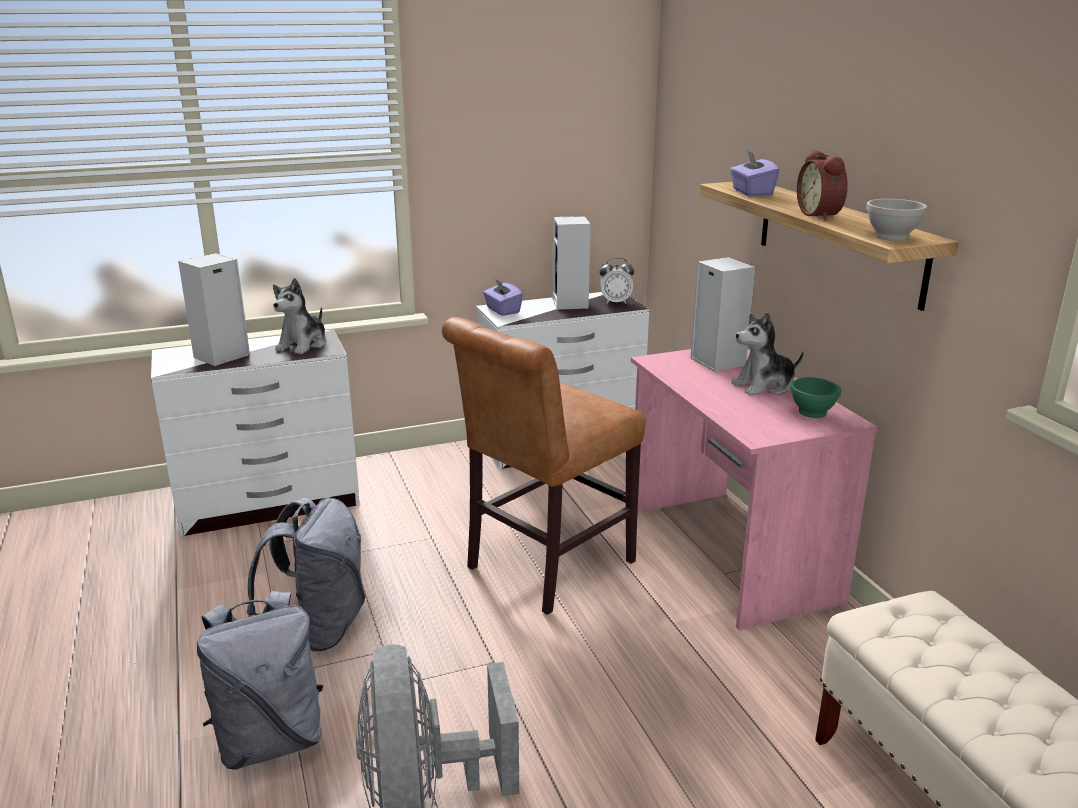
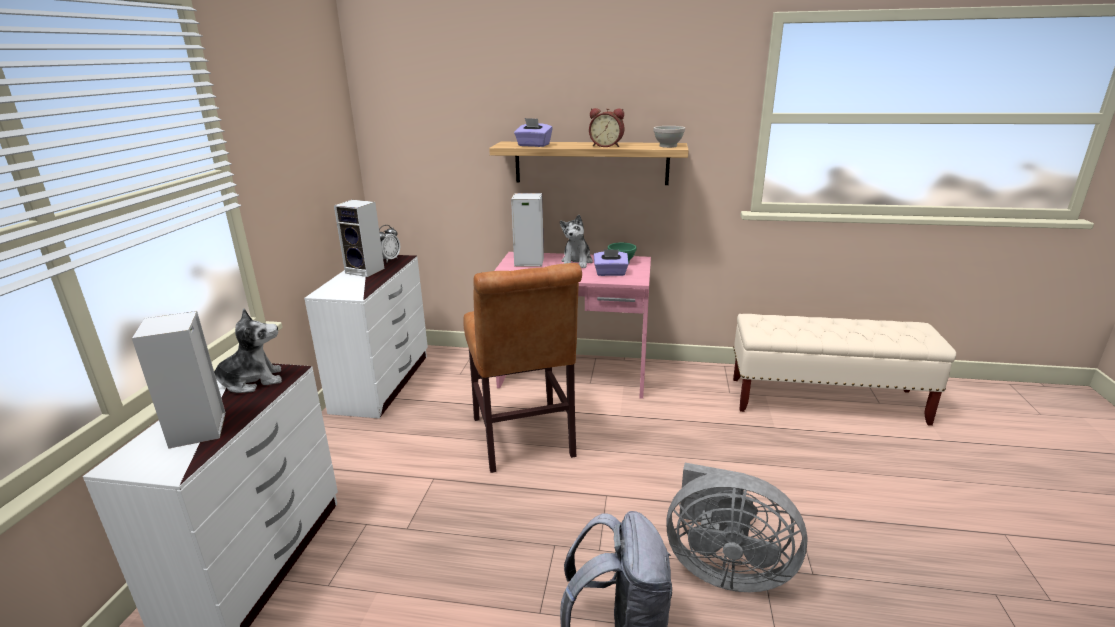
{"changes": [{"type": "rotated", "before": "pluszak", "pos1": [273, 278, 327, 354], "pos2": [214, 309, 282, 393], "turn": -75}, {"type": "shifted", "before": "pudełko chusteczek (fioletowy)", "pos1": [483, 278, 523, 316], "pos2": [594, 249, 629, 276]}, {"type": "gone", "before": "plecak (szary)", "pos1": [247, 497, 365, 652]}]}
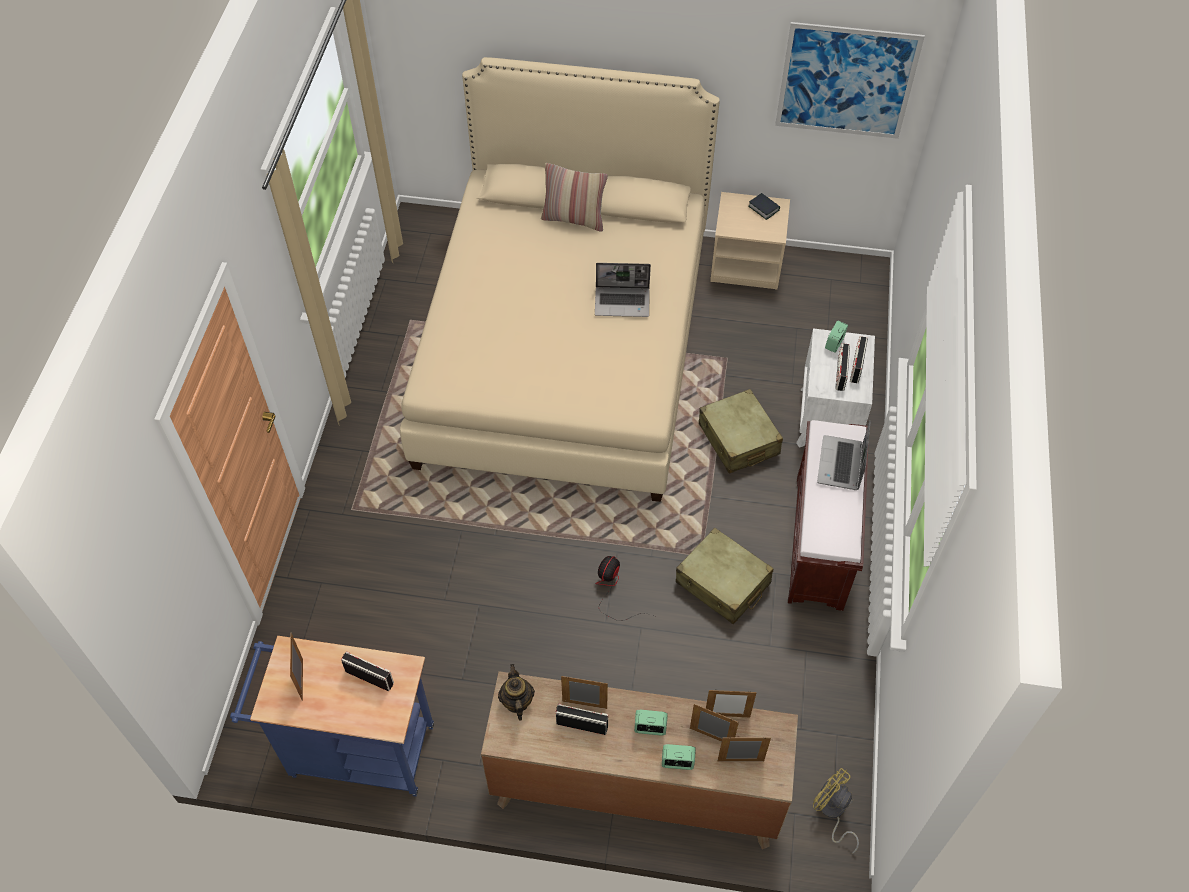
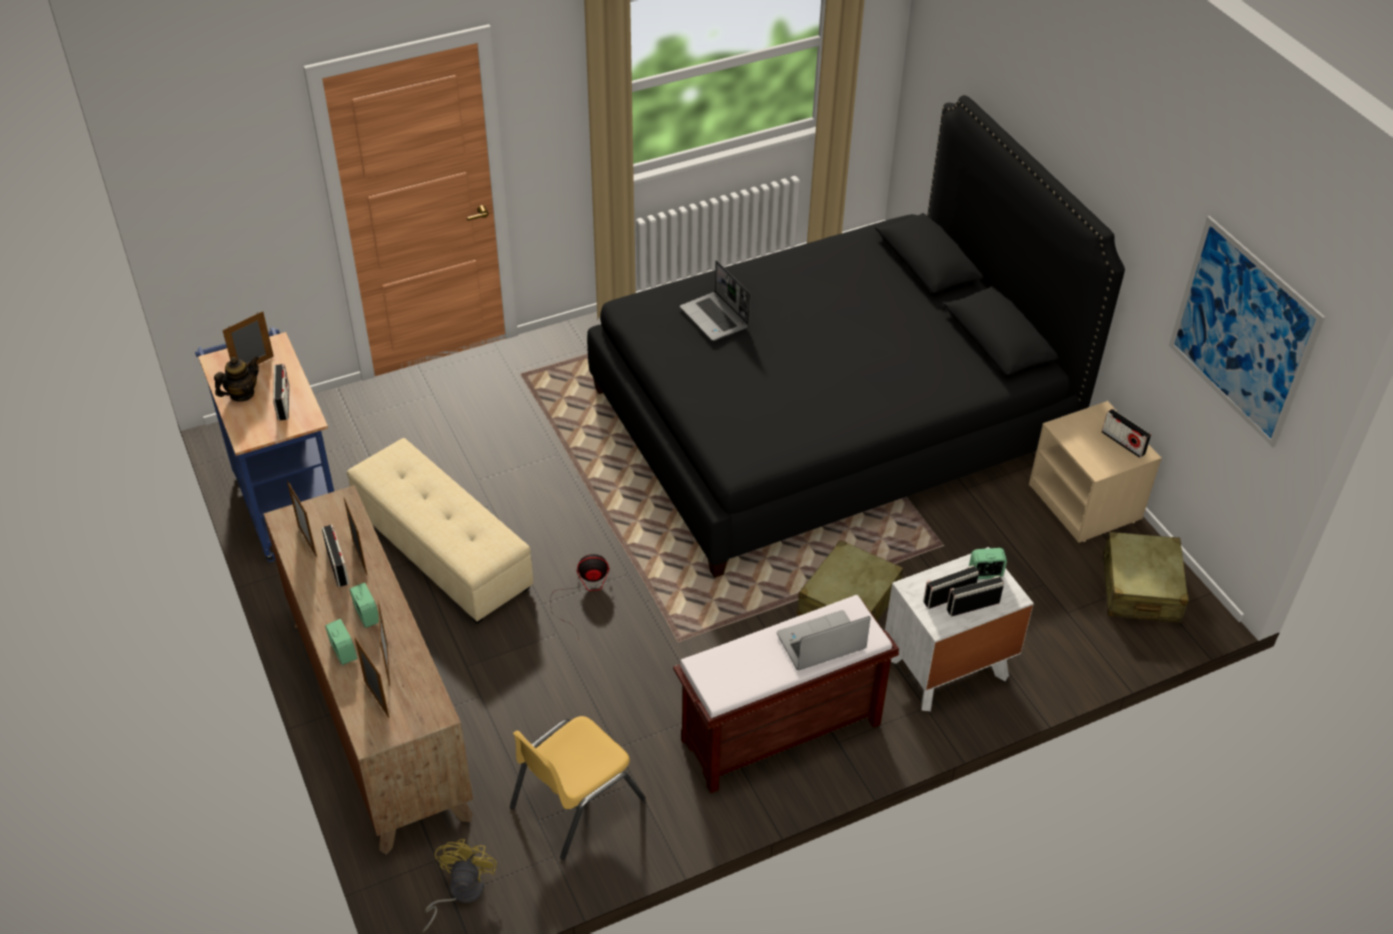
{"changes": [{"type": "shifted", "before": "imbryk", "pos1": [498, 664, 535, 721], "pos2": [214, 356, 259, 402]}, {"type": "shifted", "before": "ramka na zdjęcie", "pos1": [706, 690, 757, 717], "pos2": [287, 481, 317, 557]}, {"type": "new", "after": "pufa (beżowy)", "pos2": [347, 438, 533, 624]}, {"type": "new", "after": "krzesło (żółty)", "pos2": [510, 716, 646, 860]}, {"type": "repainted", "before": "łóżko (beżowy)", "after": "łóżko (czarny)", "pos1": [400, 57, 720, 502], "pos2": [587, 95, 1125, 578]}, {"type": "shifted", "before": "laptop", "pos1": [595, 263, 651, 317], "pos2": [680, 260, 750, 341]}, {"type": "swapped", "before": "książka", "after": "radio", "pos1": [748, 193, 780, 220], "pos2": [1102, 409, 1151, 458]}, {"type": "shifted", "before": "walizka (beżowy)", "pos1": [676, 528, 773, 624], "pos2": [1103, 532, 1189, 623]}, {"type": "gone", "before": "poduszka", "pos1": [541, 163, 608, 232]}]}
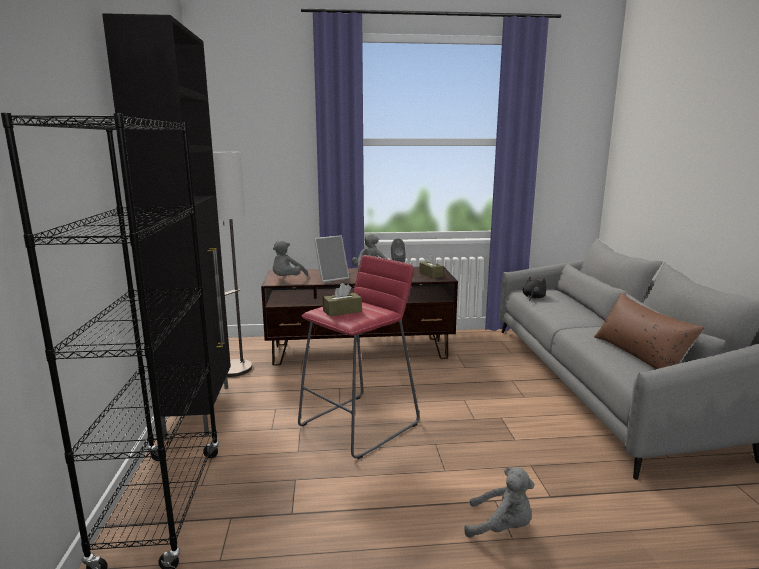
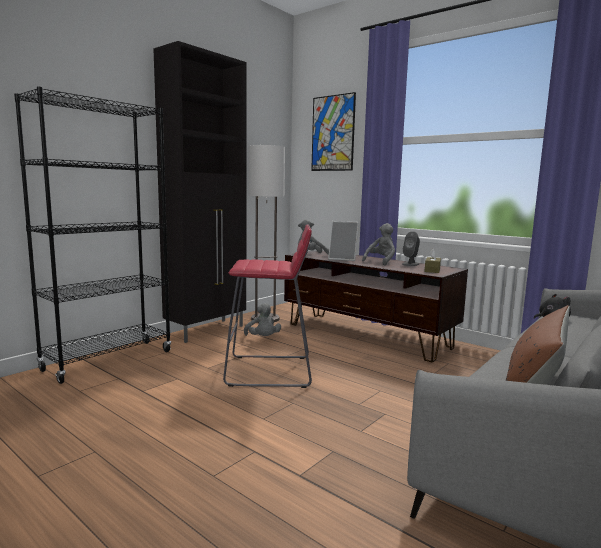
{"changes": [{"type": "shifted", "before": "pluszak (szary)", "pos1": [464, 467, 535, 538], "pos2": [244, 303, 281, 336]}, {"type": "new", "after": "obraz", "pos2": [311, 92, 356, 171]}, {"type": "gone", "before": "pudełko chusteczek (brązowy)", "pos1": [323, 283, 362, 316]}]}
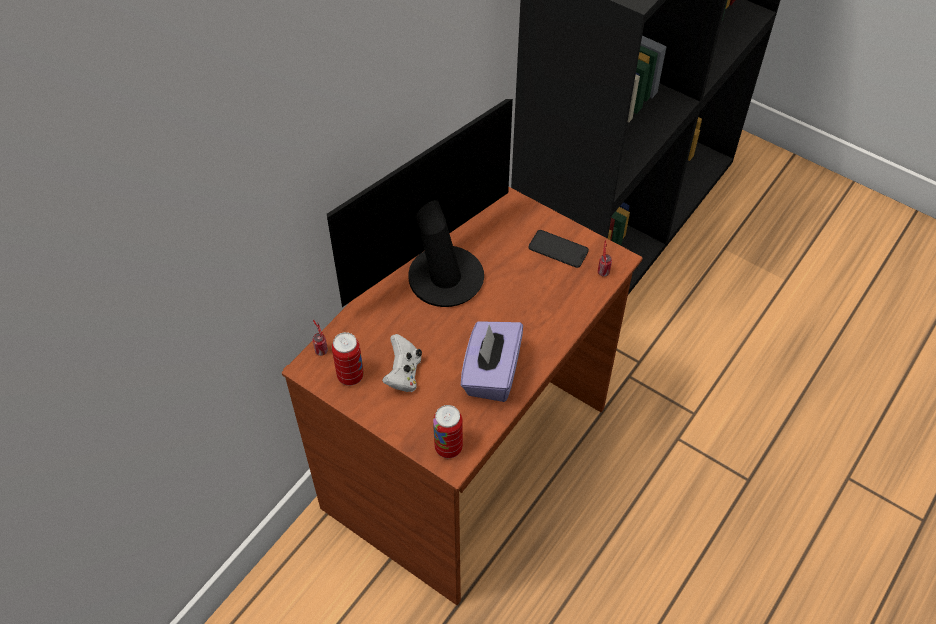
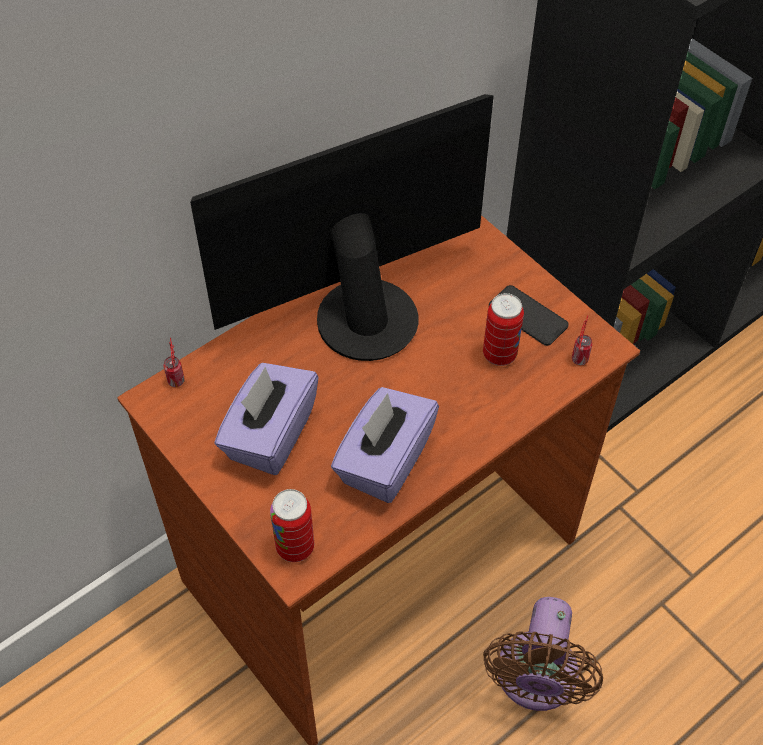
{"changes": [{"type": "swapped", "before": "pad do gier (biały)", "after": "pudełko chusteczek (fioletowy)", "pos1": [382, 334, 422, 392], "pos2": [215, 363, 319, 475]}, {"type": "shifted", "before": "puszka", "pos1": [332, 332, 364, 386], "pos2": [483, 293, 524, 366]}, {"type": "new", "after": "wentylator (brązowy)", "pos2": [483, 597, 603, 711]}]}
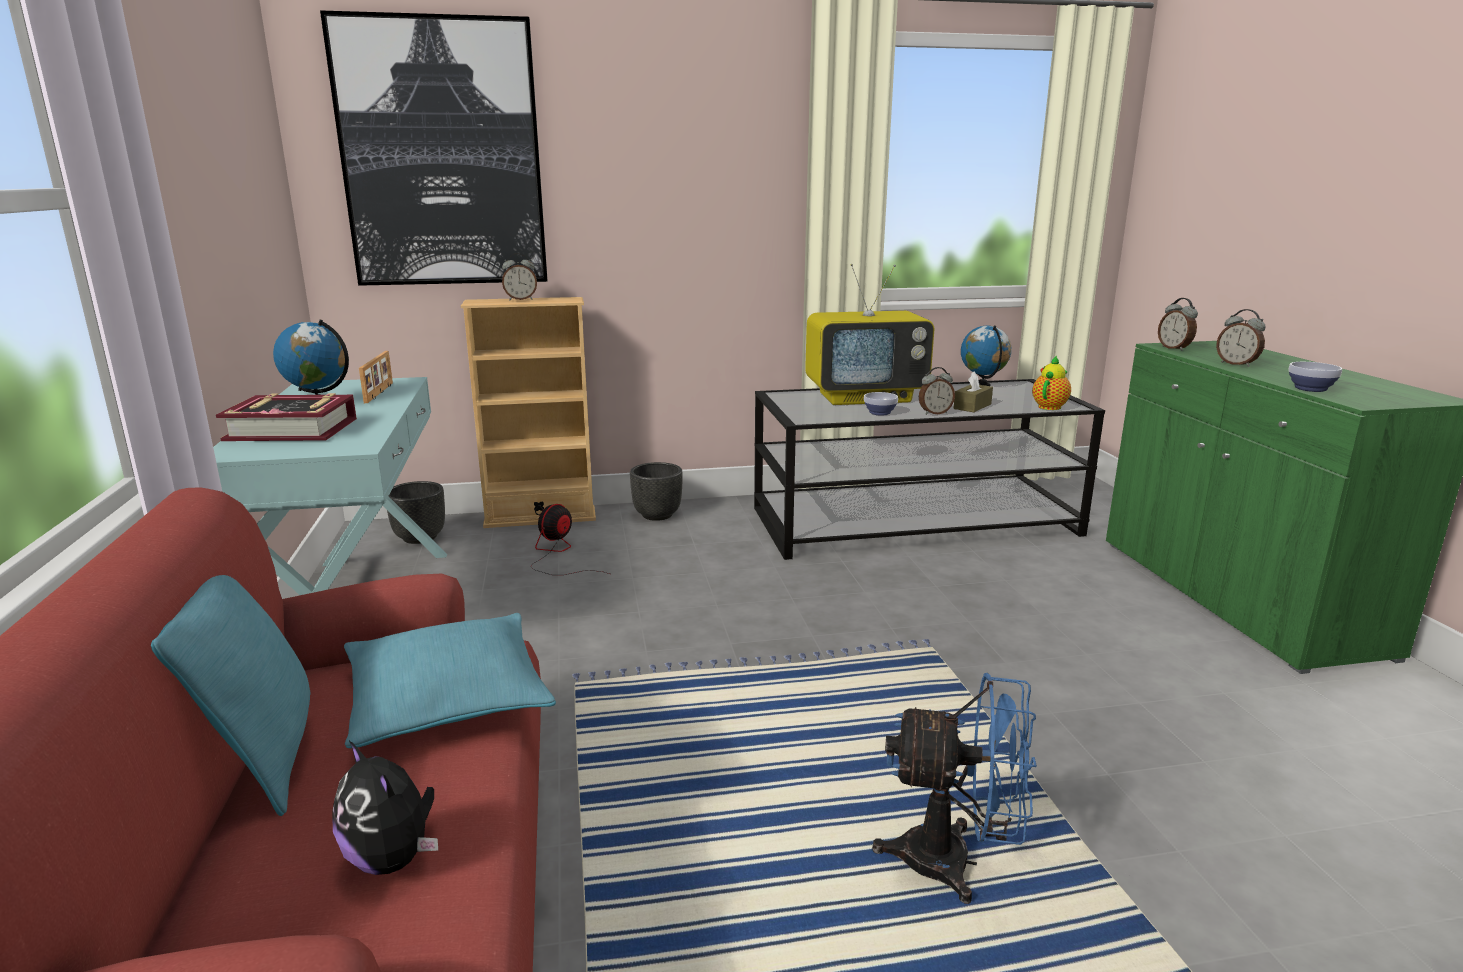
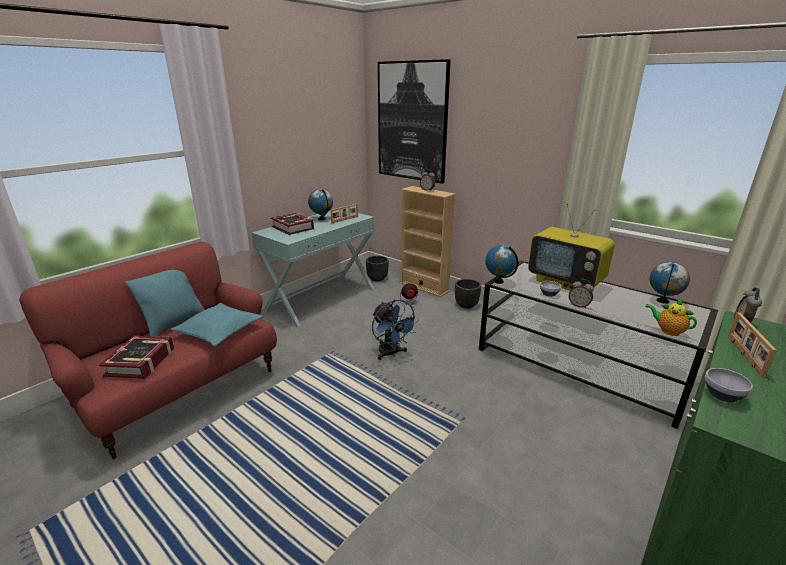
{"changes": [{"type": "swapped", "before": "pluszak", "after": "książka", "pos1": [332, 741, 438, 875], "pos2": [99, 335, 174, 379]}, {"type": "shifted", "before": "wentylator (niebieski)", "pos1": [872, 673, 1037, 904], "pos2": [372, 300, 419, 360]}, {"type": "new", "after": "globus", "pos2": [485, 245, 518, 284]}, {"type": "rotated", "before": "imbryk", "pos1": [1032, 356, 1071, 410], "pos2": [645, 299, 697, 336], "turn": -135}, {"type": "swapped", "before": "budzik", "after": "ramka na zdjęcie", "pos1": [1216, 309, 1266, 367], "pos2": [728, 312, 777, 377]}, {"type": "gone", "before": "pudełko chusteczek (brązowy)", "pos1": [953, 371, 993, 412]}]}
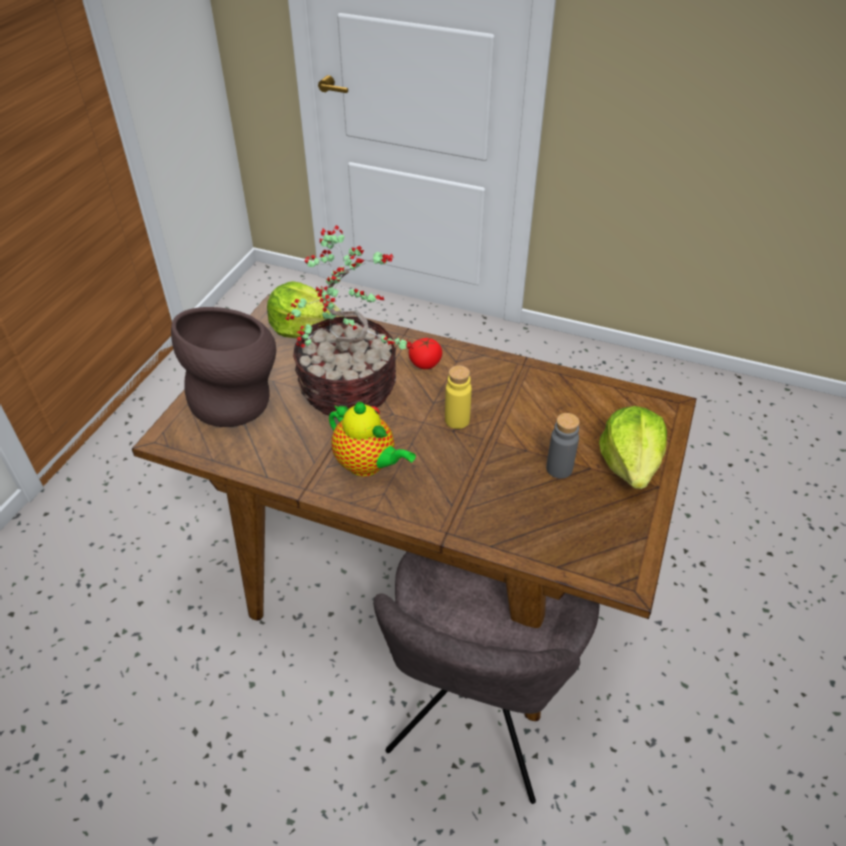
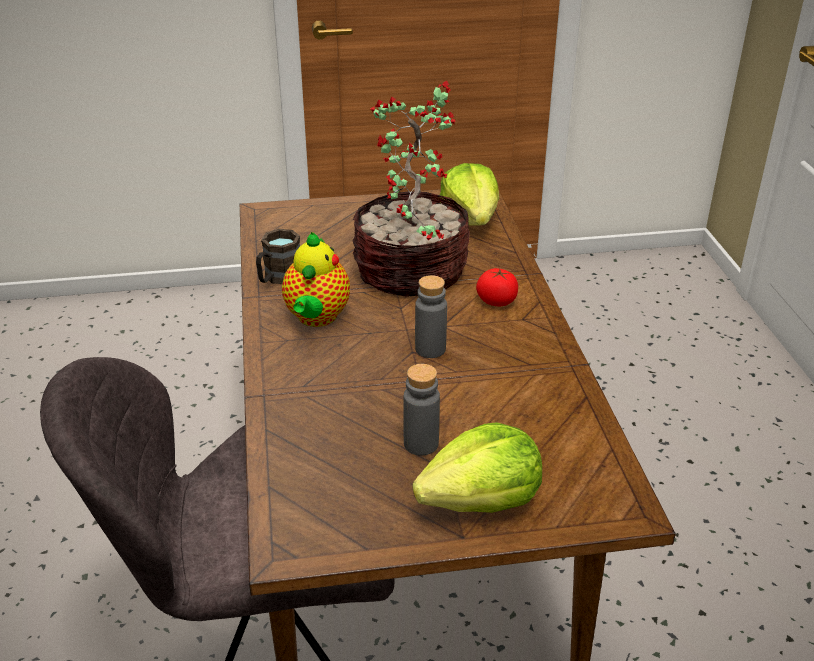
{"changes": [{"type": "new", "after": "kubek (brązowy)", "pos2": [256, 229, 300, 284]}, {"type": "repainted", "before": "butelka (żółty)", "after": "butelka (szary)", "pos1": [445, 365, 472, 429], "pos2": [415, 275, 447, 358]}, {"type": "gone", "before": "wazon (brązowy)", "pos1": [171, 307, 276, 427]}]}
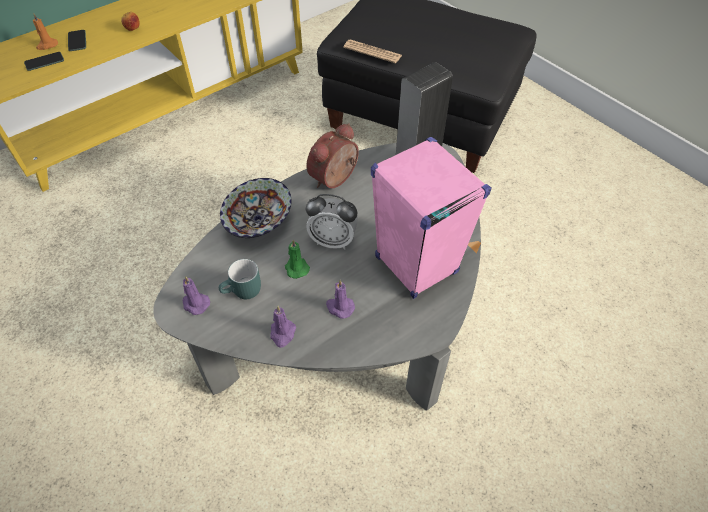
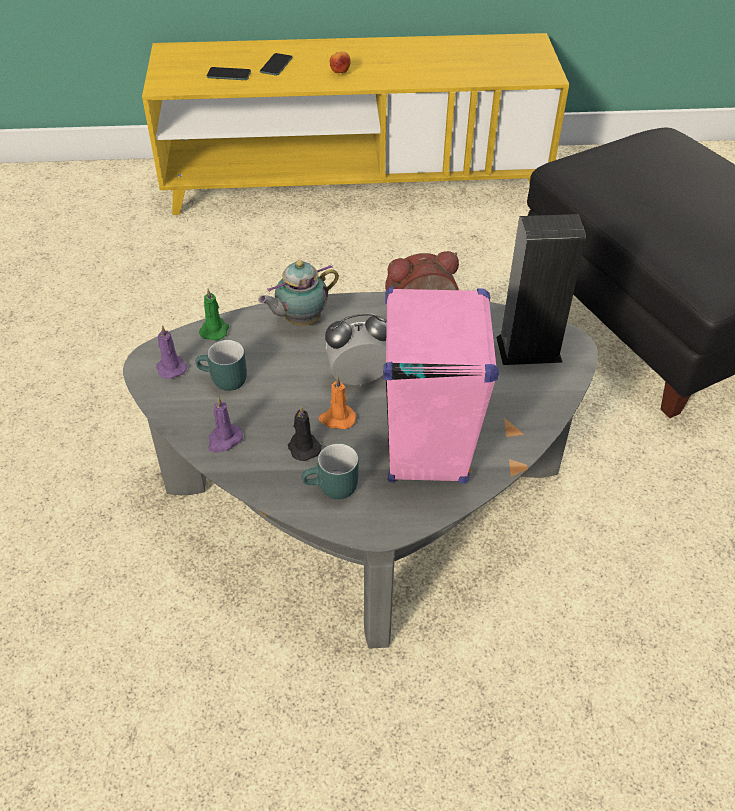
{"changes": [{"type": "shifted", "before": "świeca (zielony)", "pos1": [285, 239, 310, 279], "pos2": [199, 289, 229, 341]}, {"type": "swapped", "before": "miska", "after": "imbryk", "pos1": [220, 178, 292, 238], "pos2": [258, 260, 339, 326]}, {"type": "repainted", "before": "świeca (fioletowy)", "after": "świeca (czarny)", "pos1": [326, 280, 355, 319], "pos2": [288, 406, 322, 461]}, {"type": "new", "after": "kubek (turkusowy)", "pos2": [301, 443, 358, 499]}, {"type": "shifted", "before": "świeca (pomarańczowy)", "pos1": [32, 13, 58, 50], "pos2": [319, 376, 356, 429]}, {"type": "rotated", "before": "budzik", "pos1": [306, 194, 358, 249], "pos2": [325, 313, 387, 386], "turn": 120}, {"type": "gone", "before": "gazeta", "pos1": [343, 40, 402, 64]}]}
